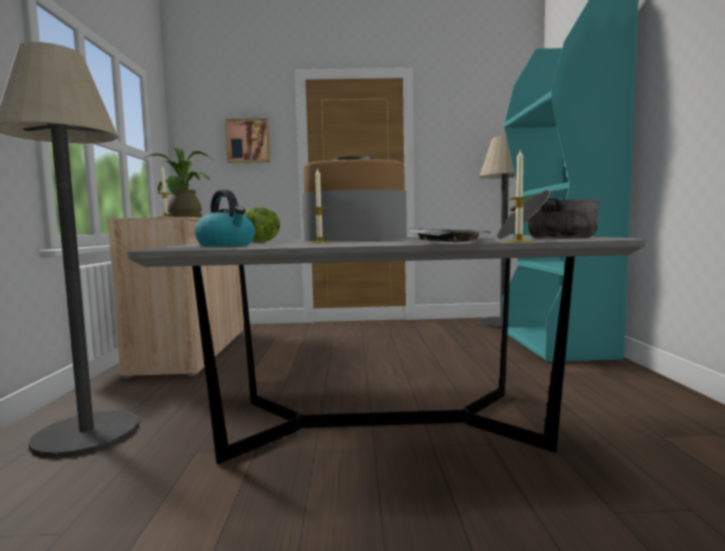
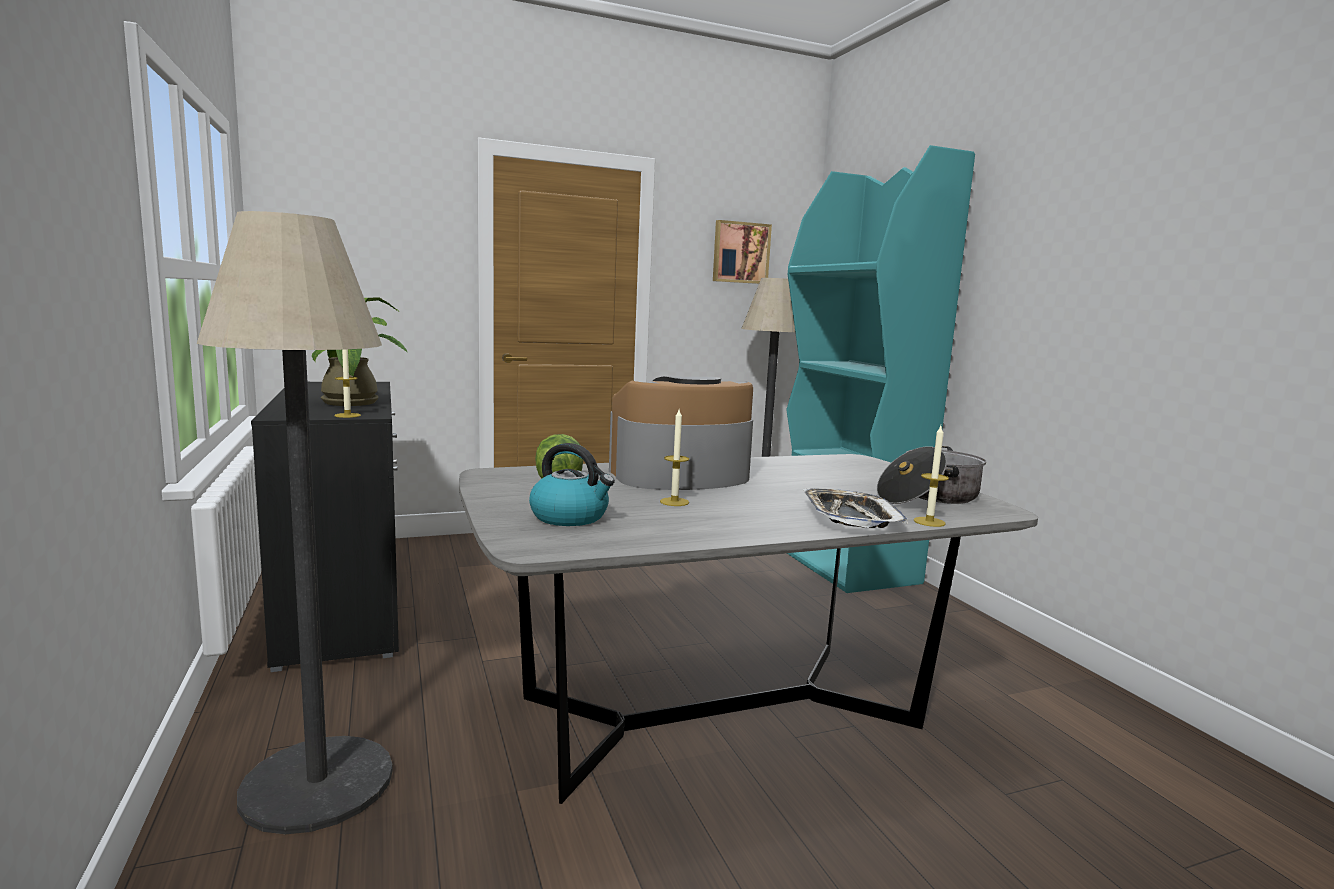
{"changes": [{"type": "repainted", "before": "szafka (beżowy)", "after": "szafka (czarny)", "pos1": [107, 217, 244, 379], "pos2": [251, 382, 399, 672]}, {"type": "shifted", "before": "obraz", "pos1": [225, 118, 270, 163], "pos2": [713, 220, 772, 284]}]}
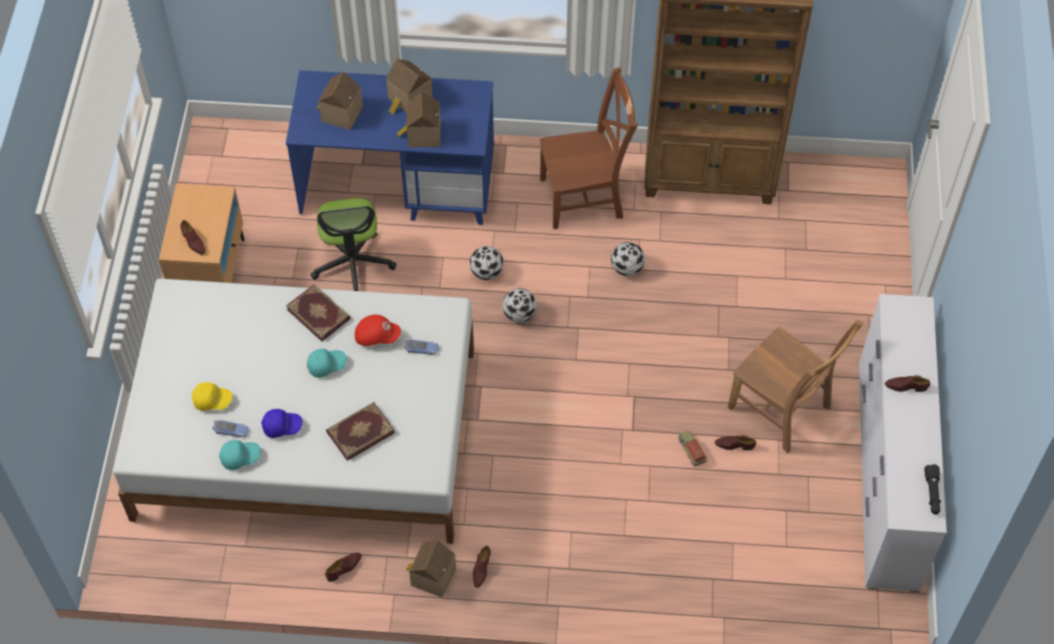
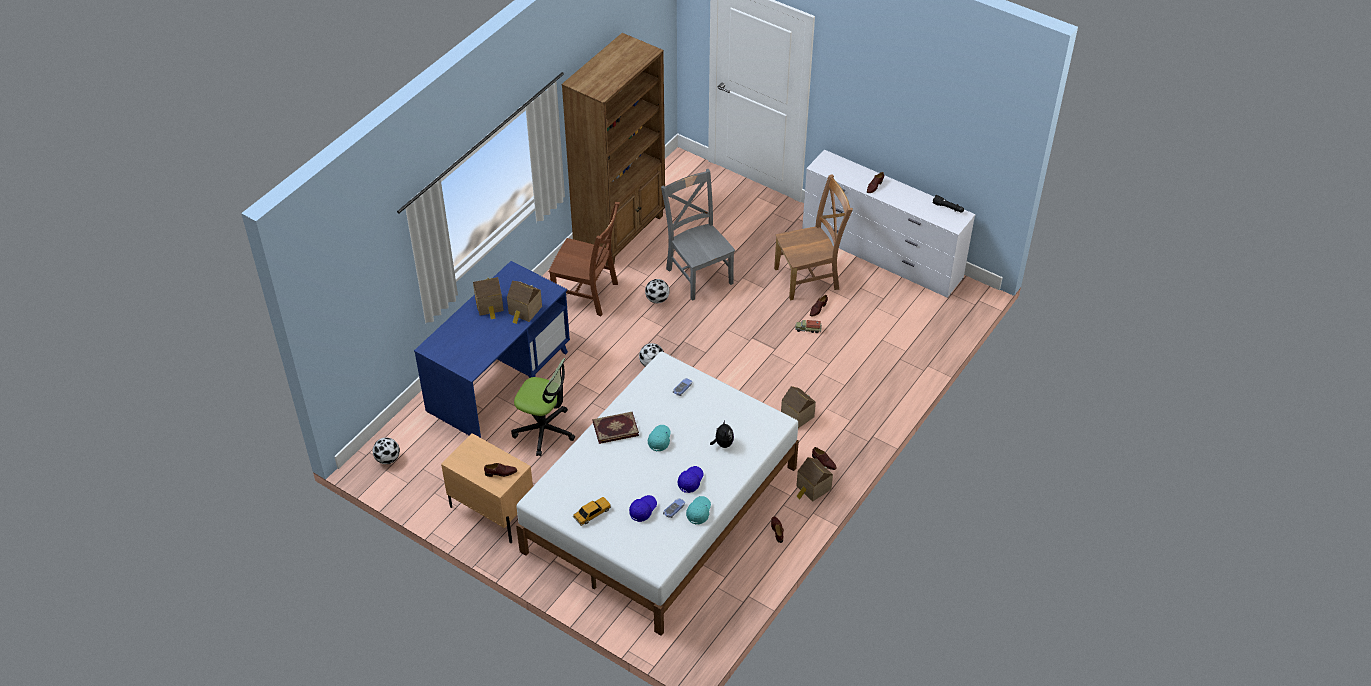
{"changes": [{"type": "shifted", "before": "piłka futbolowa", "pos1": [470, 246, 504, 280], "pos2": [373, 438, 400, 464]}, {"type": "rotated", "before": "krzesło (brązowy)", "pos1": [540, 67, 638, 229], "pos2": [549, 202, 620, 316], "turn": 90}, {"type": "new", "after": "samochodzik", "pos2": [573, 497, 611, 526]}, {"type": "repainted", "before": "czapka z daszkiem (żółty)", "after": "czapka z daszkiem (niebieski)", "pos1": [192, 382, 232, 411], "pos2": [629, 495, 657, 522]}, {"type": "new", "after": "krzesło (szary)", "pos2": [661, 169, 736, 301]}, {"type": "swapped", "before": "książka", "after": "pluszak", "pos1": [326, 402, 395, 461], "pos2": [710, 420, 734, 448]}, {"type": "shifted", "before": "domek", "pos1": [316, 72, 363, 130], "pos2": [781, 386, 816, 428]}, {"type": "gone", "before": "czapka z daszkiem (czerwony)", "pos1": [355, 315, 401, 346]}]}
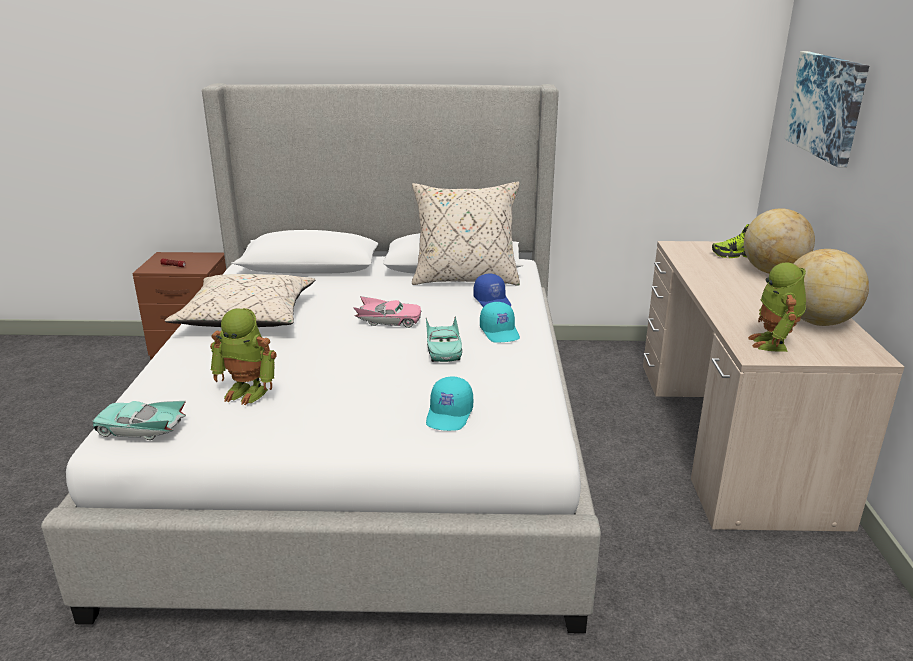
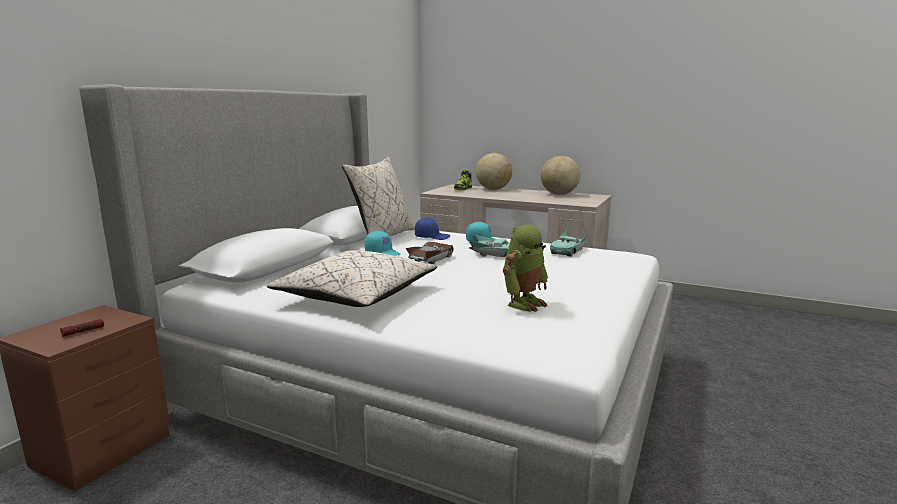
{"changes": [{"type": "shifted", "before": "czapka z daszkiem (turkusowy)", "pos1": [426, 377, 473, 431], "pos2": [365, 231, 400, 256]}, {"type": "repainted", "before": "samochodzik (różowy)", "after": "samochodzik (brązowy)", "pos1": [353, 296, 421, 328], "pos2": [406, 242, 454, 264]}, {"type": "shifted", "before": "samochodzik (turkusowy)", "pos1": [93, 401, 186, 440], "pos2": [550, 230, 588, 257]}, {"type": "gone", "before": "robot zabawkowy", "pos1": [748, 262, 806, 352]}, {"type": "gone", "before": "obraz", "pos1": [785, 51, 869, 168]}]}
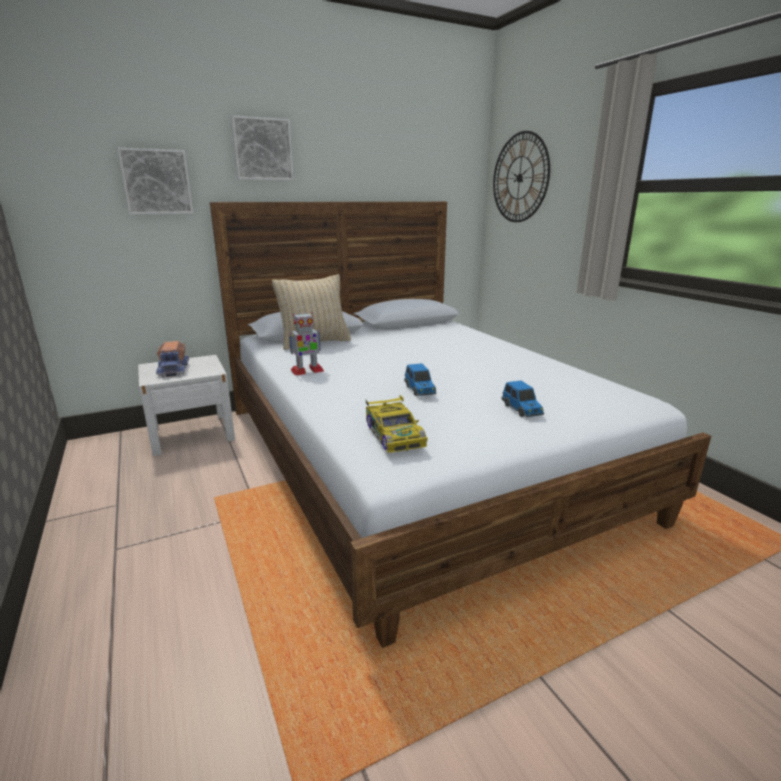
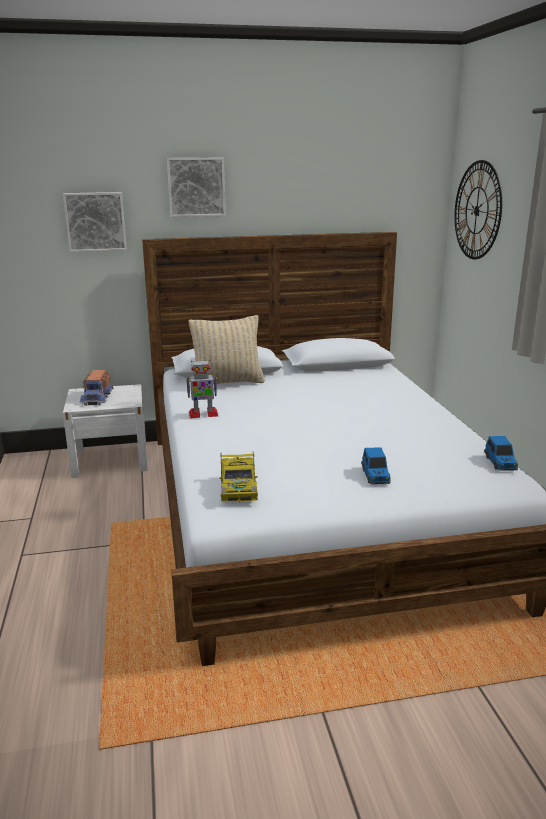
{"changes": [{"type": "shifted", "before": "samochodzik", "pos1": [404, 363, 436, 396], "pos2": [484, 436, 518, 471]}]}
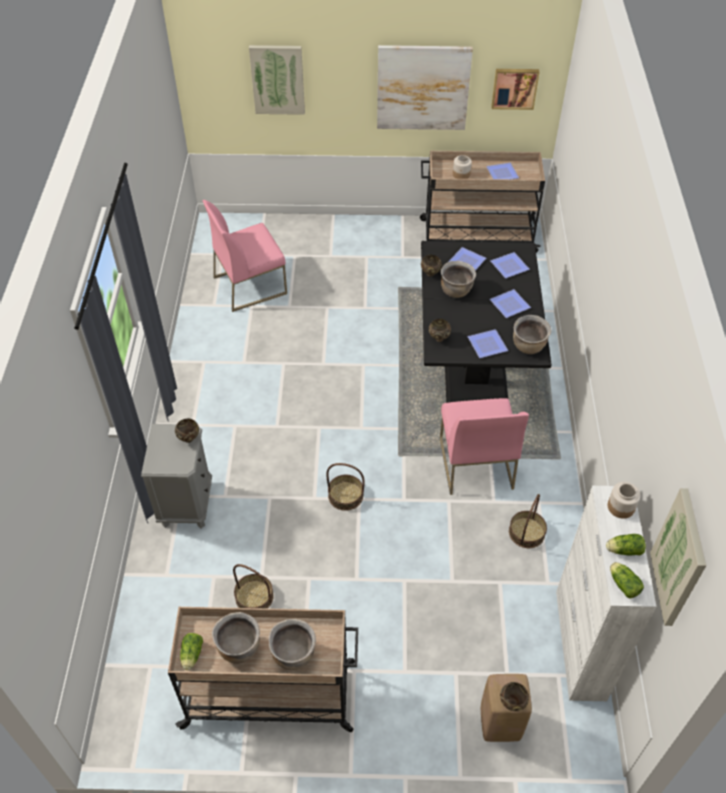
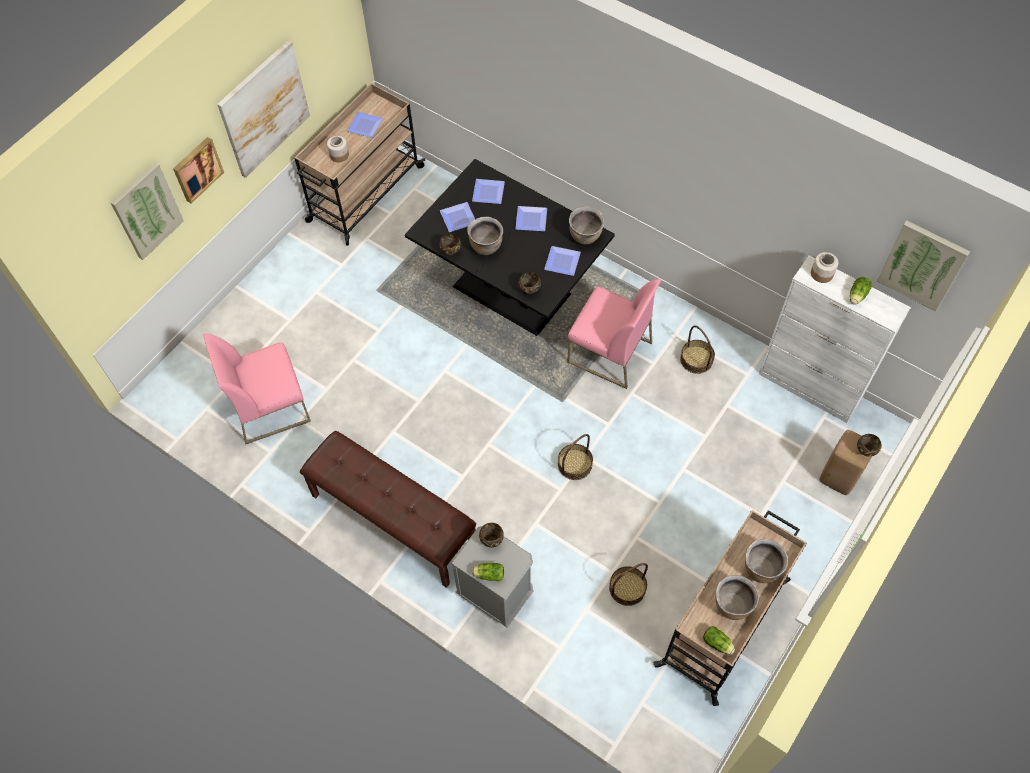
{"changes": [{"type": "shifted", "before": "obraz", "pos1": [491, 69, 539, 110], "pos2": [173, 137, 224, 204]}, {"type": "rotated", "before": "krzesło (różowy)", "pos1": [202, 200, 287, 312], "pos2": [203, 334, 311, 444], "turn": 60}, {"type": "new", "after": "ławka (brązowy)", "pos2": [300, 431, 476, 588]}, {"type": "shifted", "before": "sałata", "pos1": [610, 562, 644, 598], "pos2": [472, 563, 504, 581]}]}
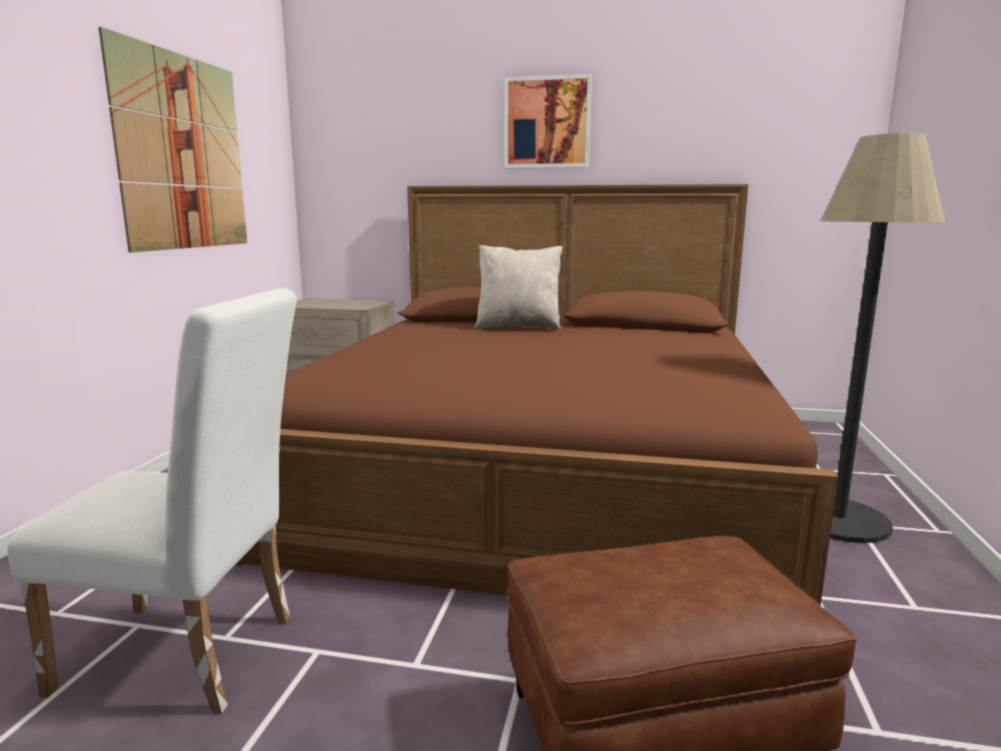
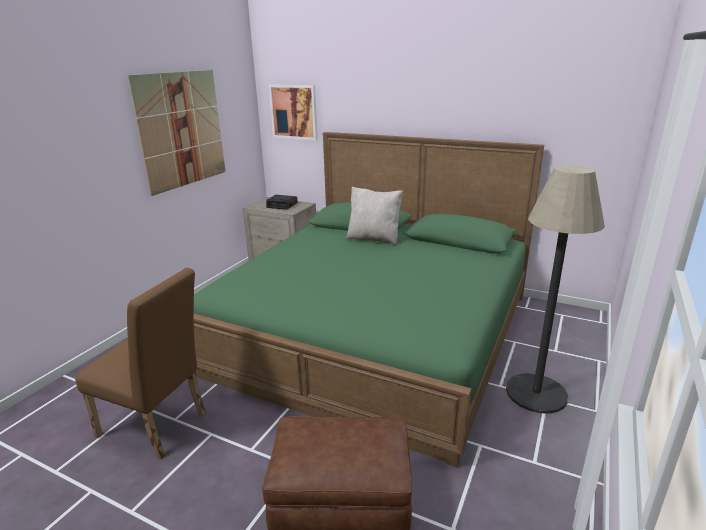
{"changes": [{"type": "repainted", "before": "krzesło (biały)", "after": "krzesło (brązowy)", "pos1": [7, 288, 297, 714], "pos2": [75, 268, 206, 459]}, {"type": "repainted", "before": "łóżko (brązowy)", "after": "łóżko (zielony)", "pos1": [235, 184, 838, 606], "pos2": [194, 132, 544, 468]}, {"type": "new", "after": "budzik", "pos2": [266, 195, 298, 210]}, {"type": "shifted", "before": "obraz", "pos1": [504, 74, 592, 168], "pos2": [269, 85, 318, 140]}]}
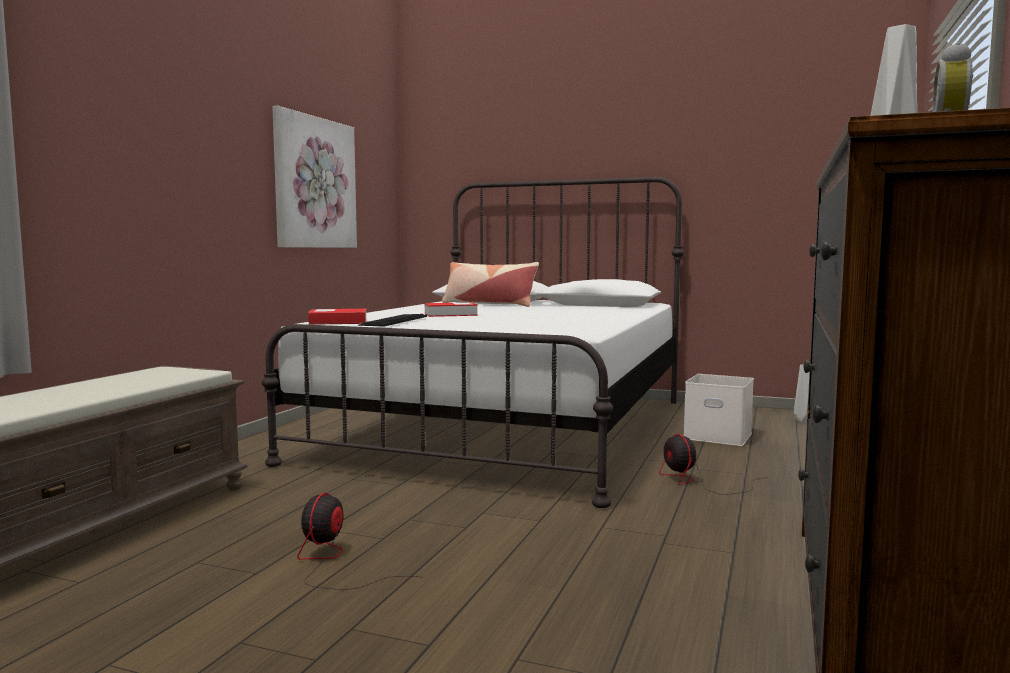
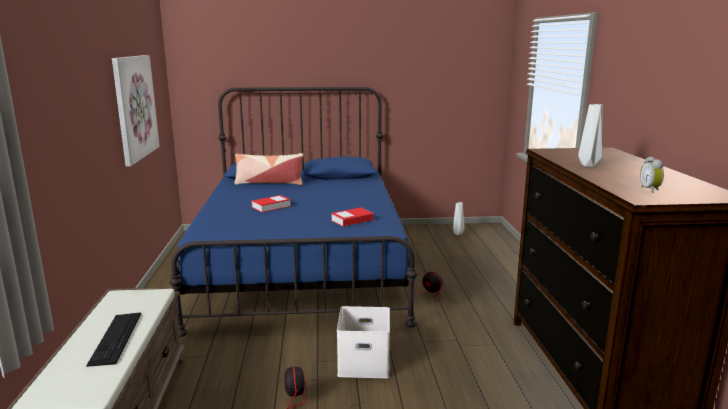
{"changes": [{"type": "shifted", "before": "klawiatura", "pos1": [358, 314, 427, 327], "pos2": [86, 312, 141, 367]}, {"type": "repainted", "before": "łóżko (biały)", "after": "łóżko (niebieski)", "pos1": [261, 177, 684, 508], "pos2": [170, 87, 417, 337]}, {"type": "shifted", "before": "książka", "pos1": [308, 309, 367, 325], "pos2": [331, 207, 373, 227]}, {"type": "shifted", "before": "pojemnik do przechowywania (biały)", "pos1": [684, 374, 754, 446], "pos2": [337, 306, 390, 378]}]}
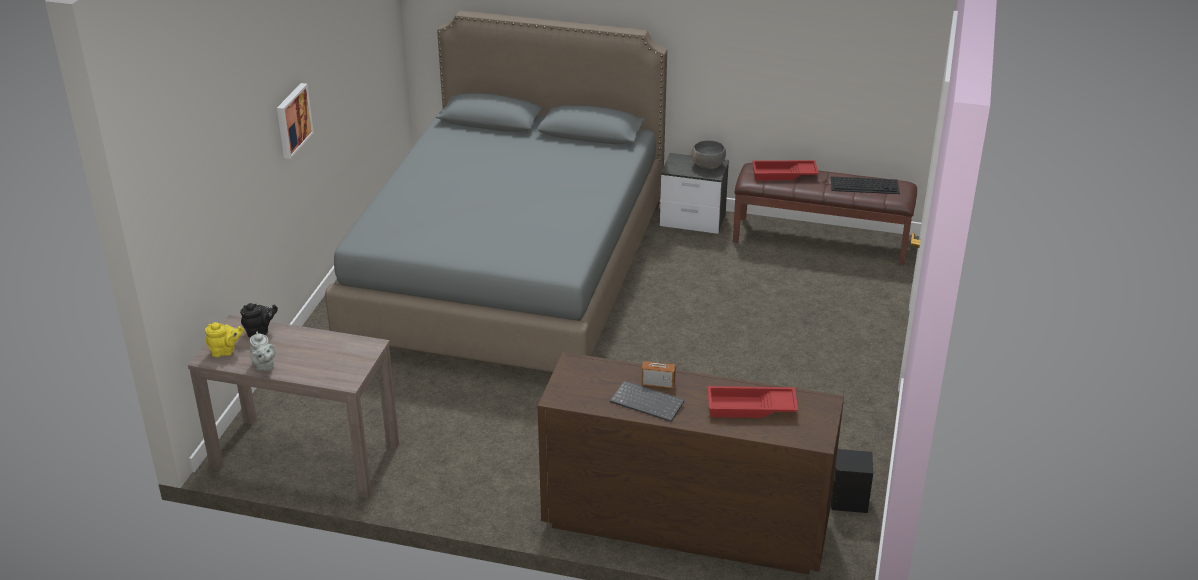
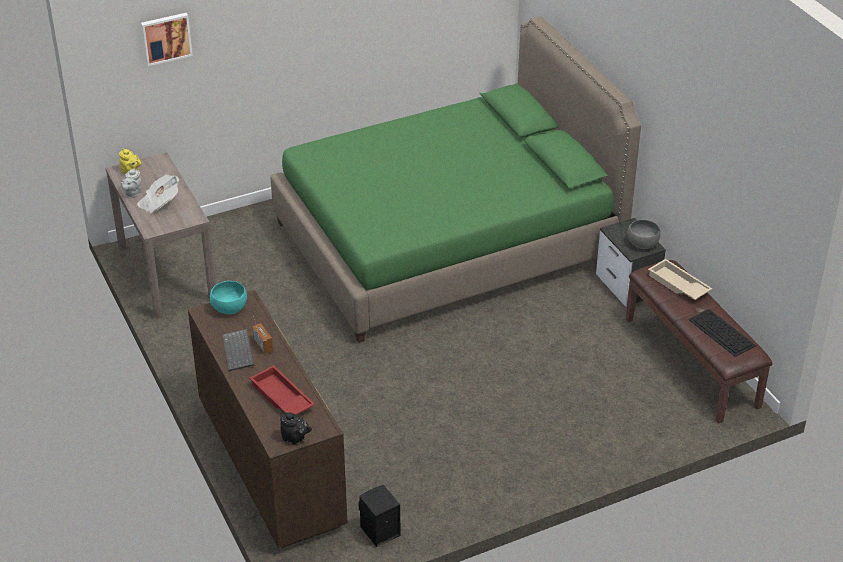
{"changes": [{"type": "new", "after": "gazeta", "pos2": [137, 174, 179, 213]}, {"type": "shifted", "before": "obraz", "pos1": [277, 83, 314, 159], "pos2": [141, 13, 193, 66]}, {"type": "new", "after": "miska (turkusowy)", "pos2": [210, 281, 247, 314]}, {"type": "repainted", "before": "łóżko (szary)", "after": "łóżko (zielony)", "pos1": [325, 11, 667, 372], "pos2": [271, 16, 641, 343]}, {"type": "shifted", "before": "imbryk (czarny)", "pos1": [240, 303, 278, 338], "pos2": [280, 412, 312, 444]}, {"type": "repainted", "before": "taca (czerwony)", "after": "taca (beżowy)", "pos1": [752, 160, 819, 180], "pos2": [648, 259, 712, 300]}]}
